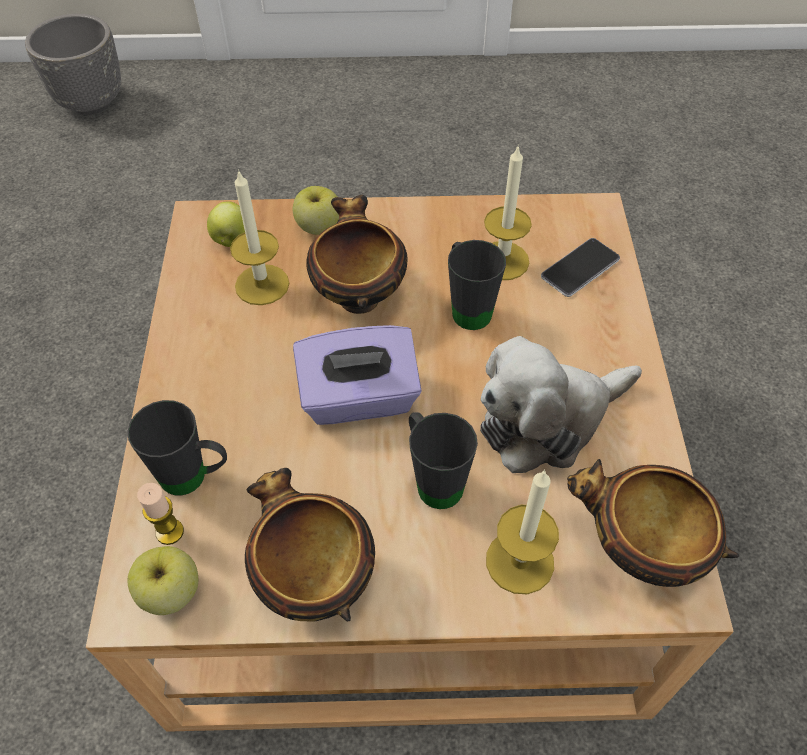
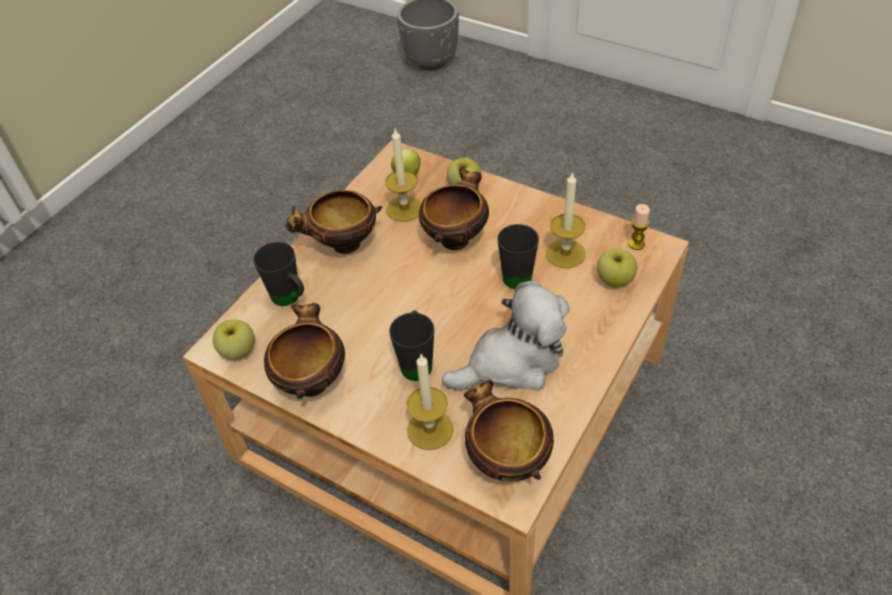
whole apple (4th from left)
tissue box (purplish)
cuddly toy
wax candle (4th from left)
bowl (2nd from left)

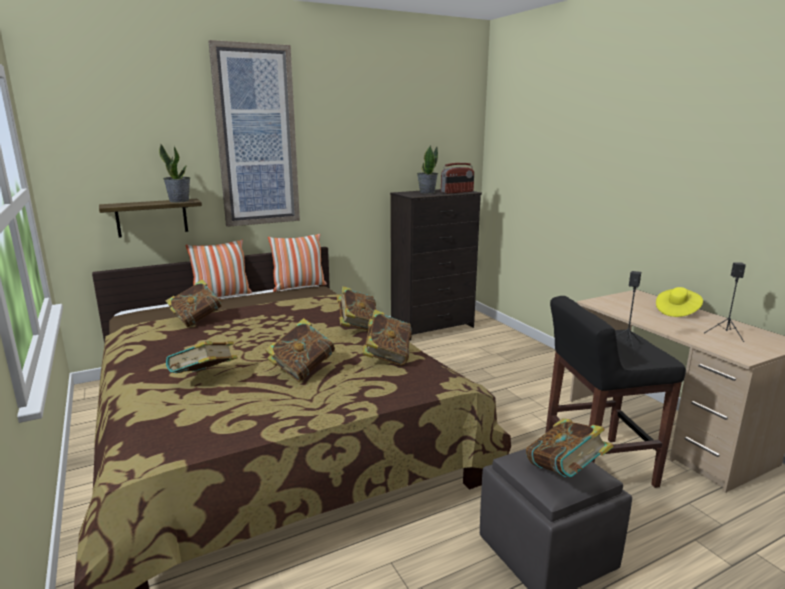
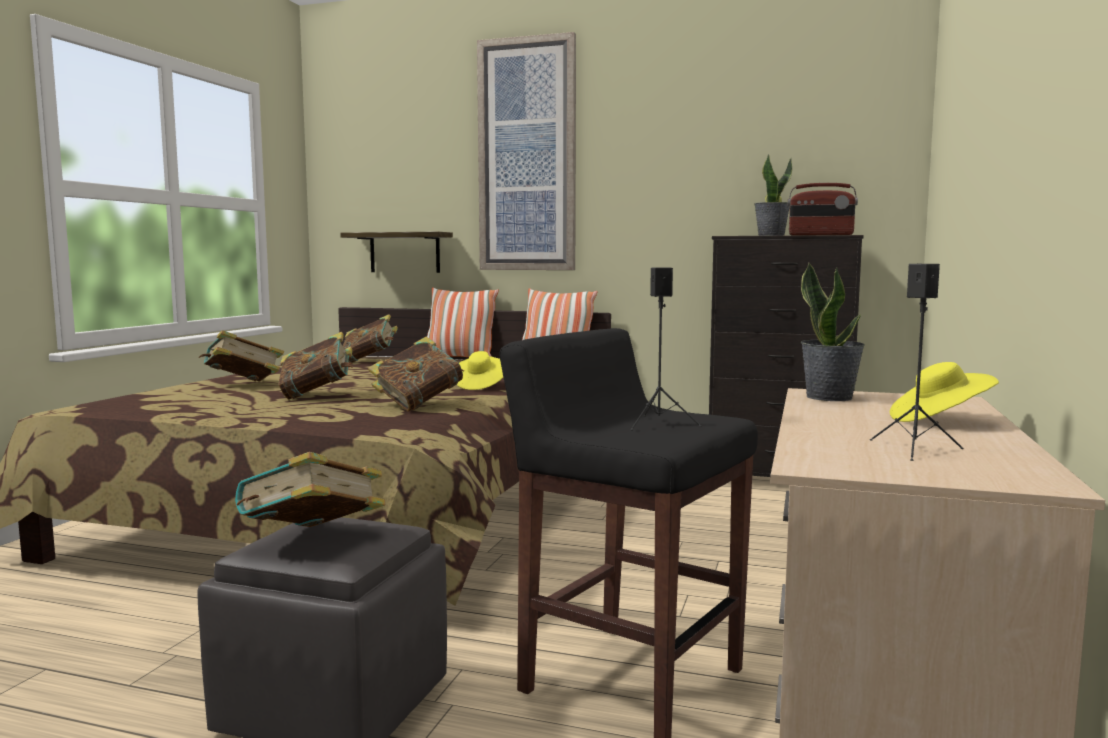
potted plant (2nd from left)
hat (yellow-coloured) (1st from left)

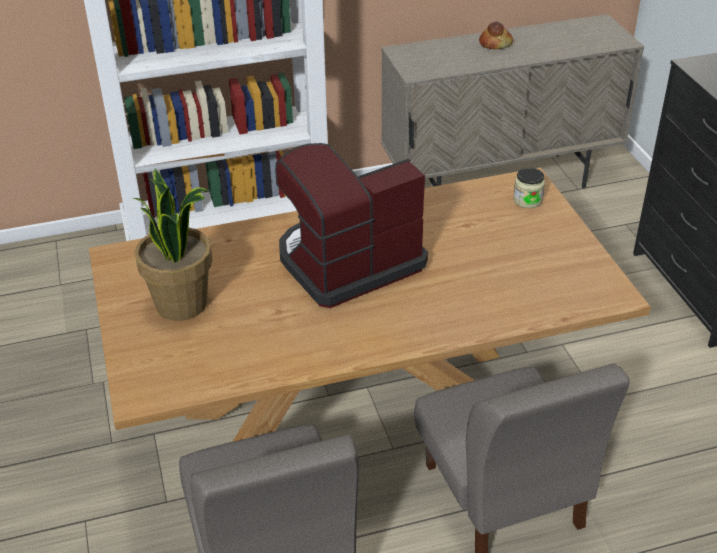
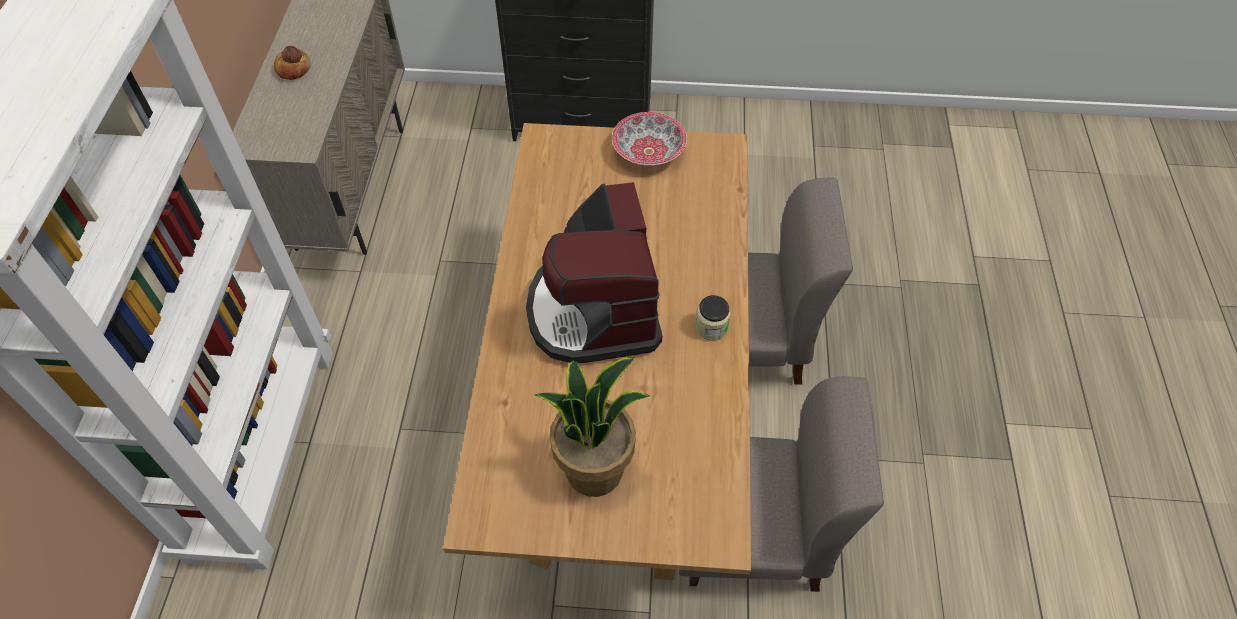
jar
bowl

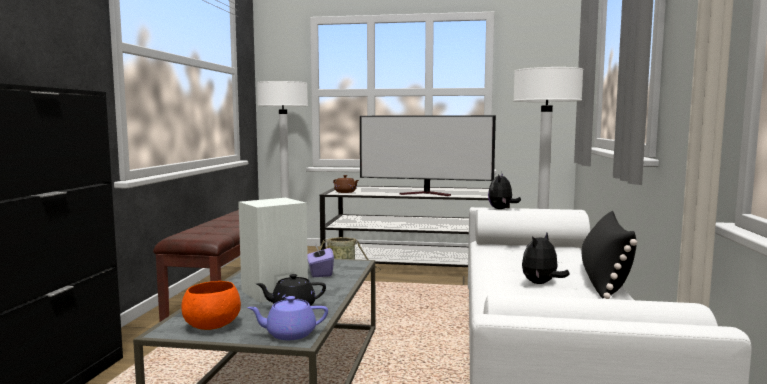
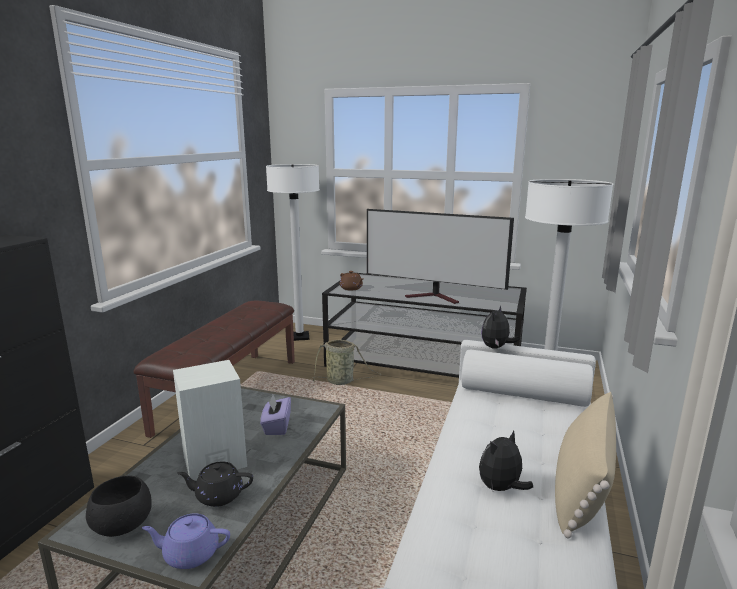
throw pillow (beige)
bowl (blackish)

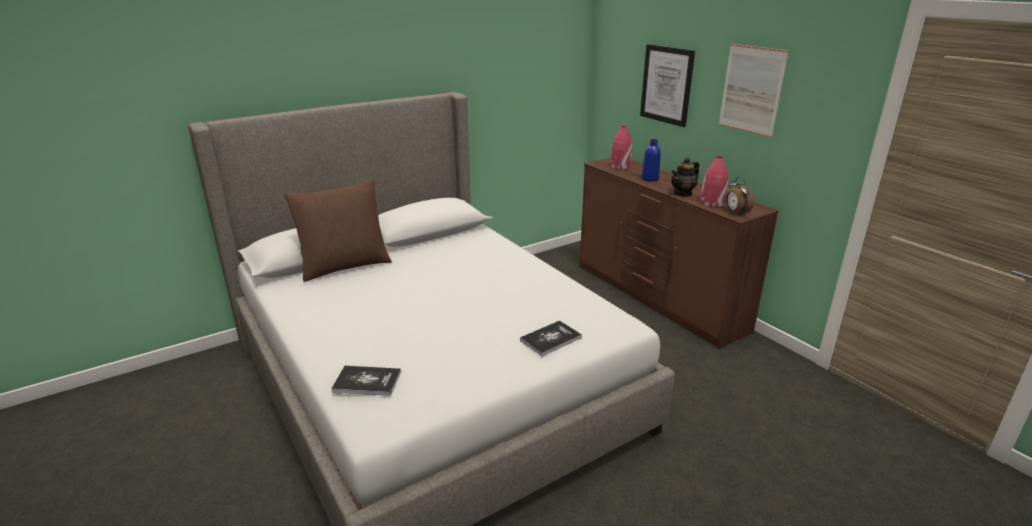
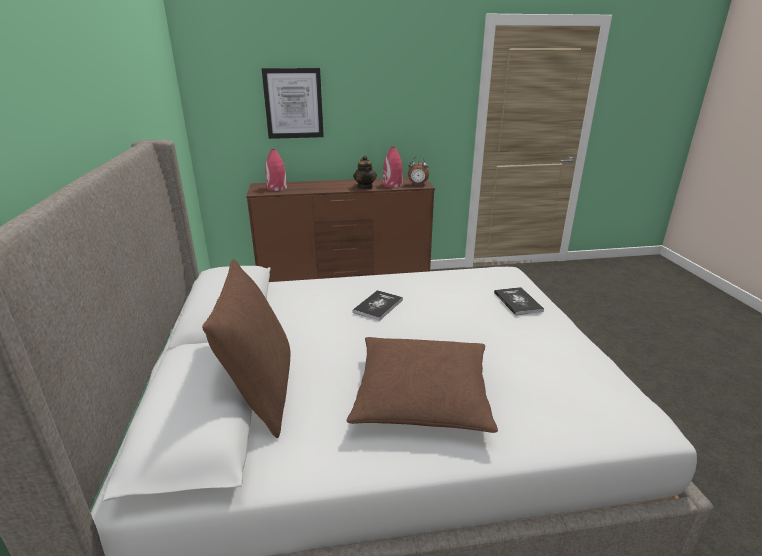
picture (2nd from left in the first image)
drink bottle (bluish)
volume (1st from left)
throw pillow (brownish) (2nd from left)

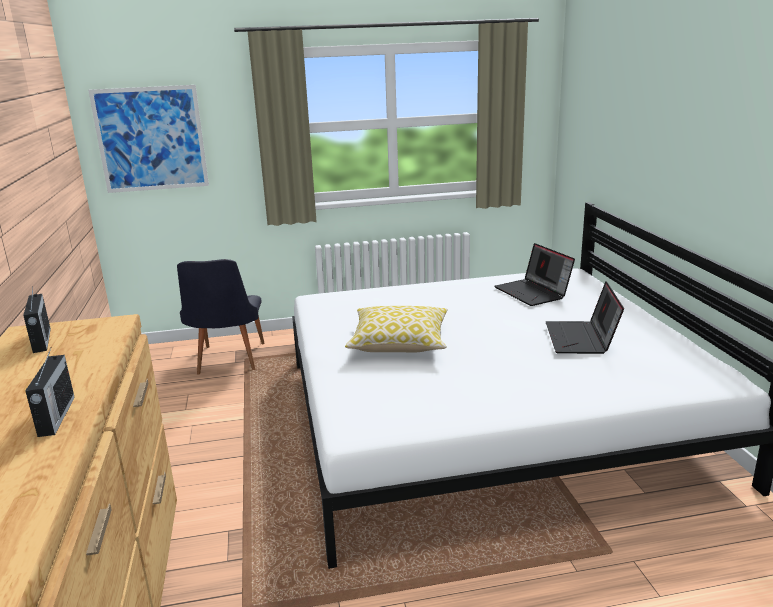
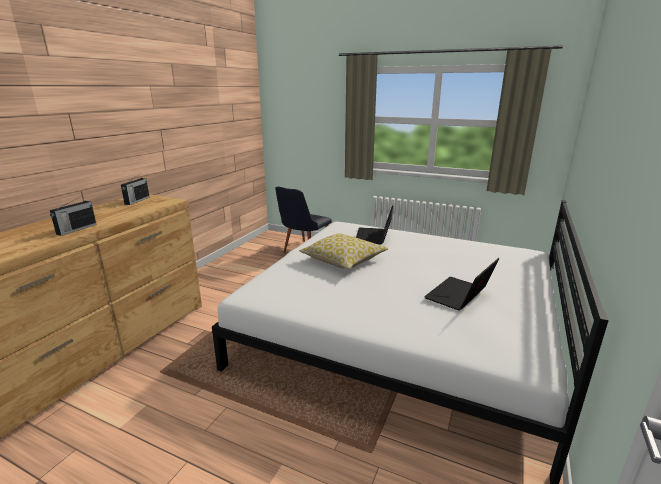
picture
laptop (1st from left)

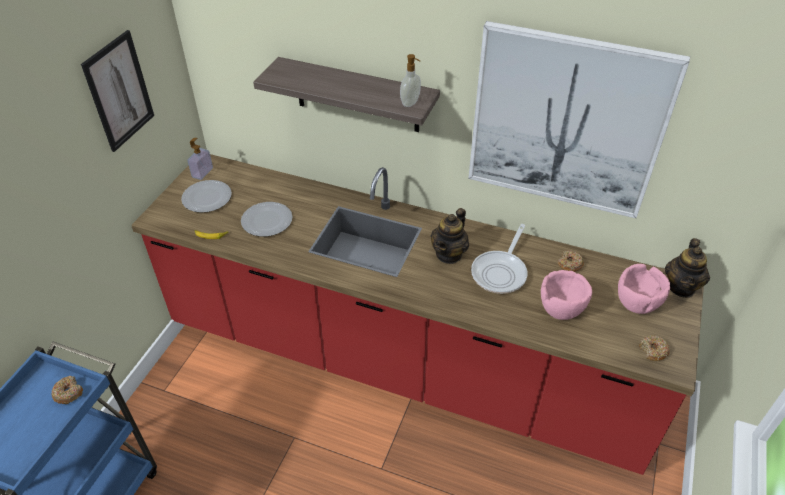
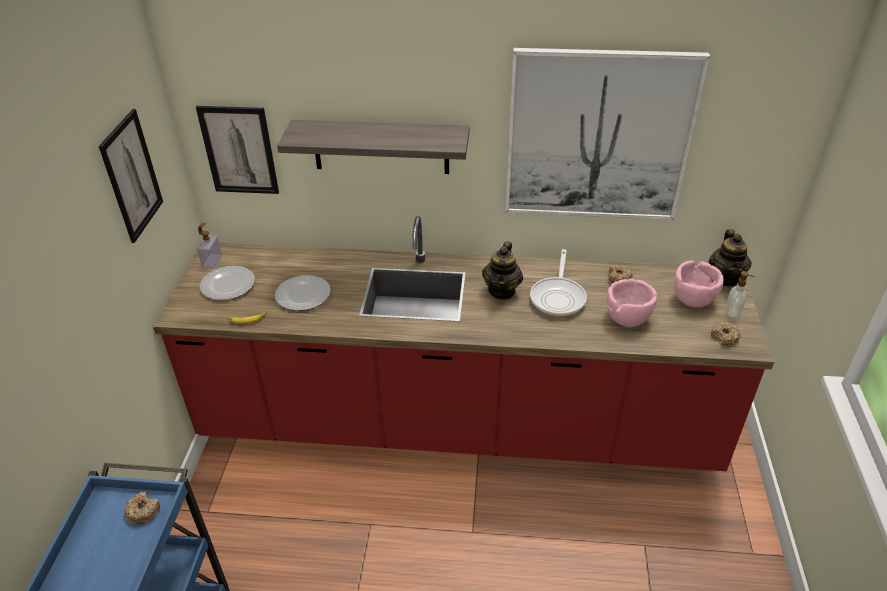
liquid soap bottle (2nd from left)
picture (2nd from left)

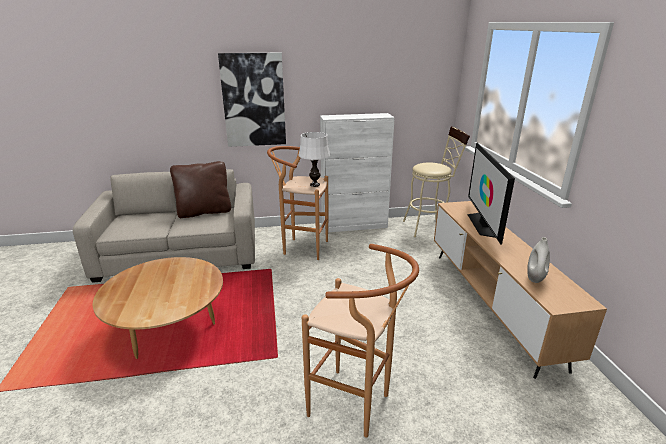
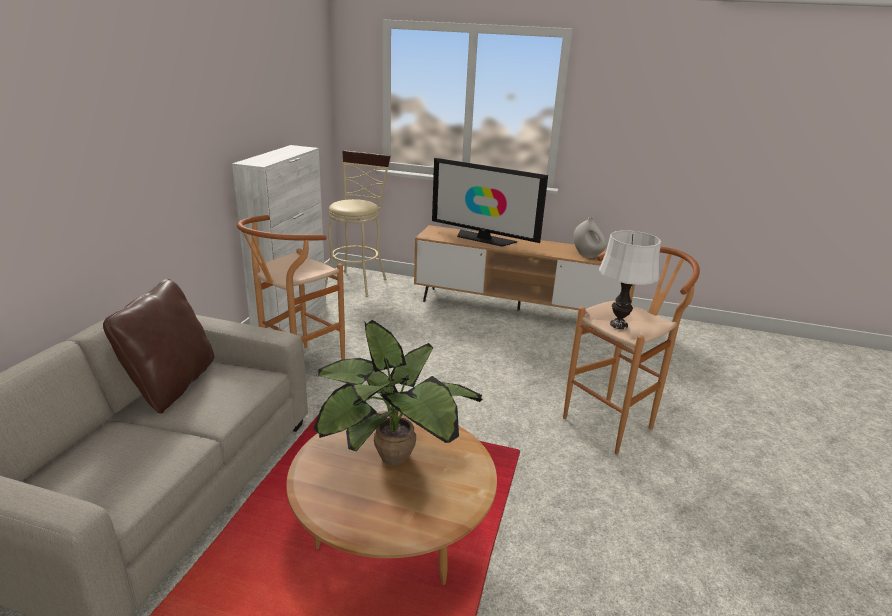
picture
tabletop lamp (whitish)
potted plant

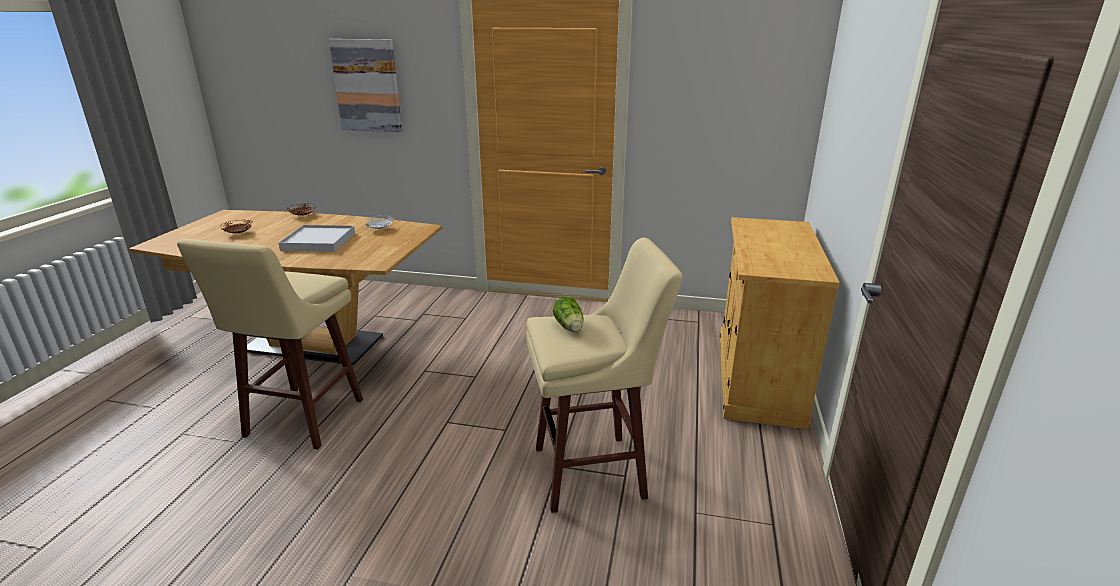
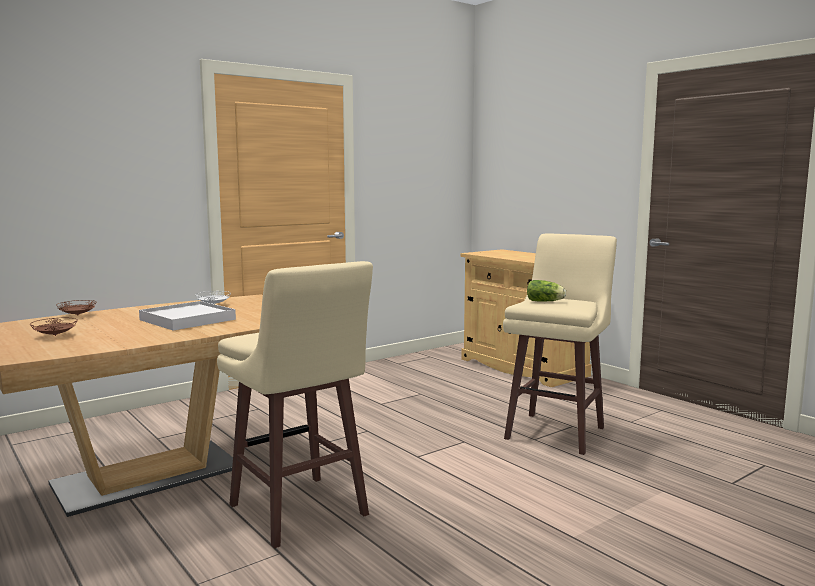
picture

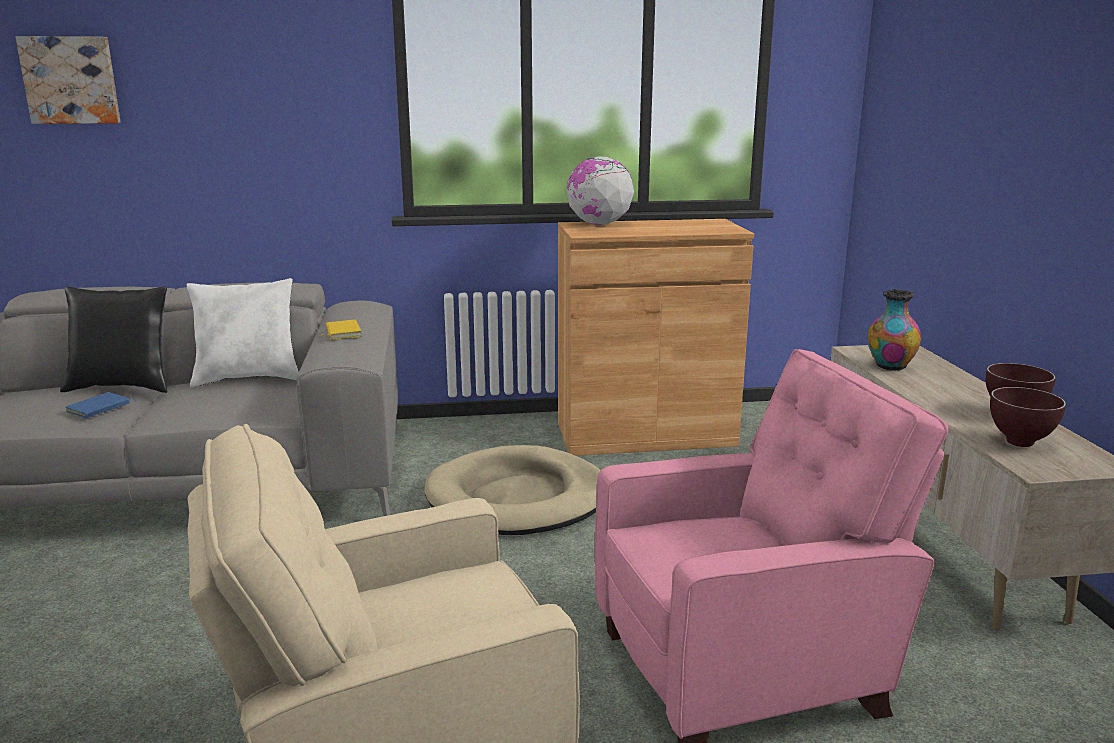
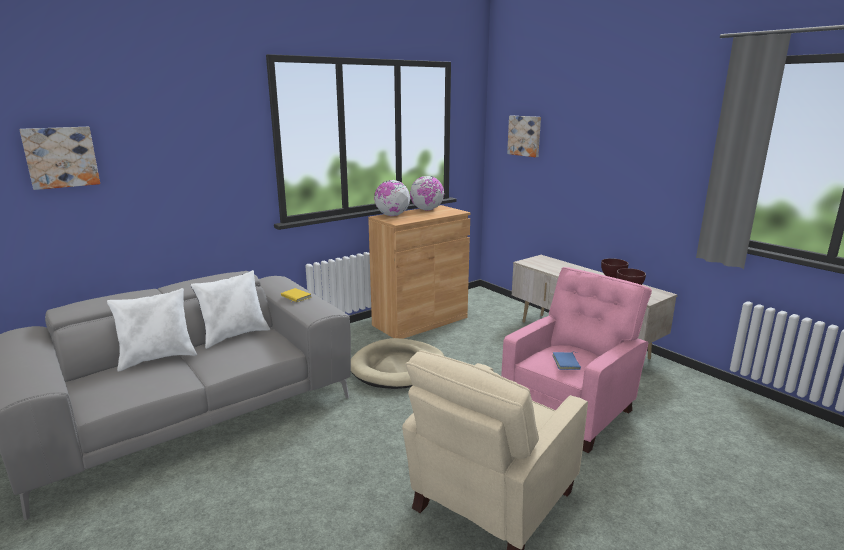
throw pillow (whitish) (1st from left)
vase
volume (bluish)
picture (2nd from left)
globe (2nd from left)

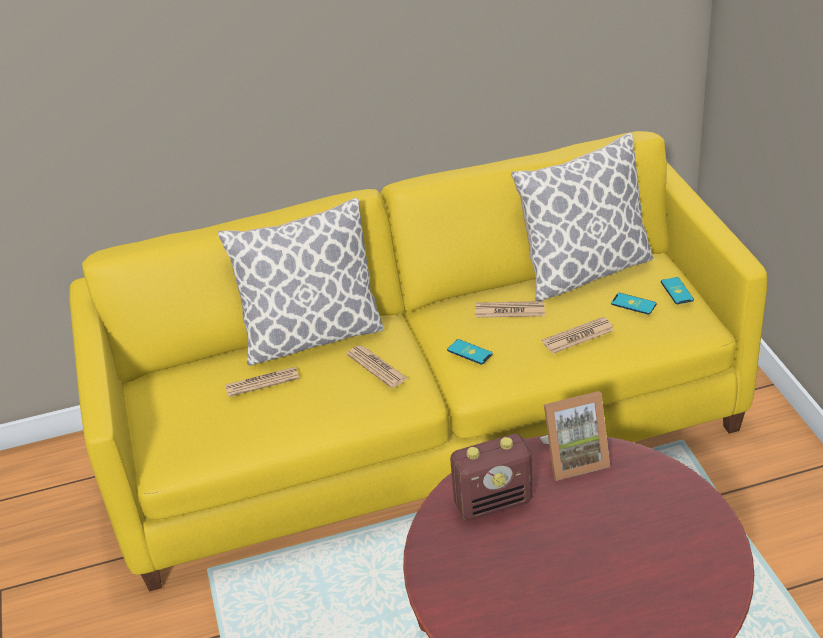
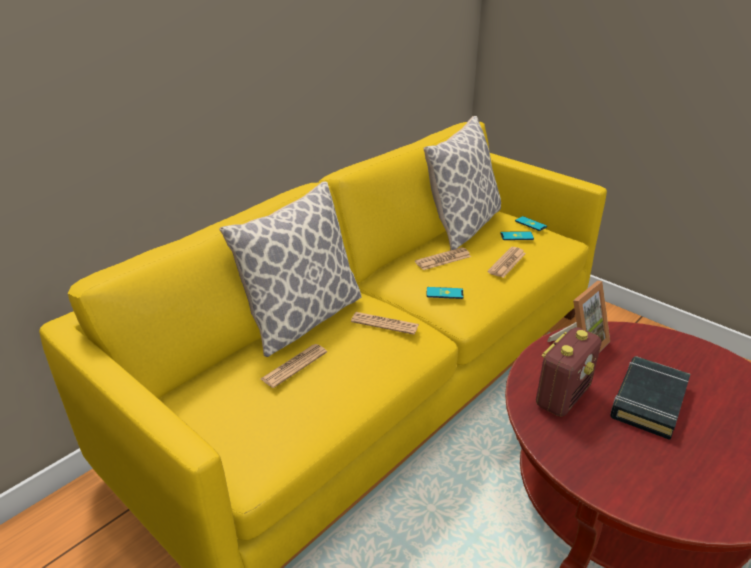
volume (blackish)

